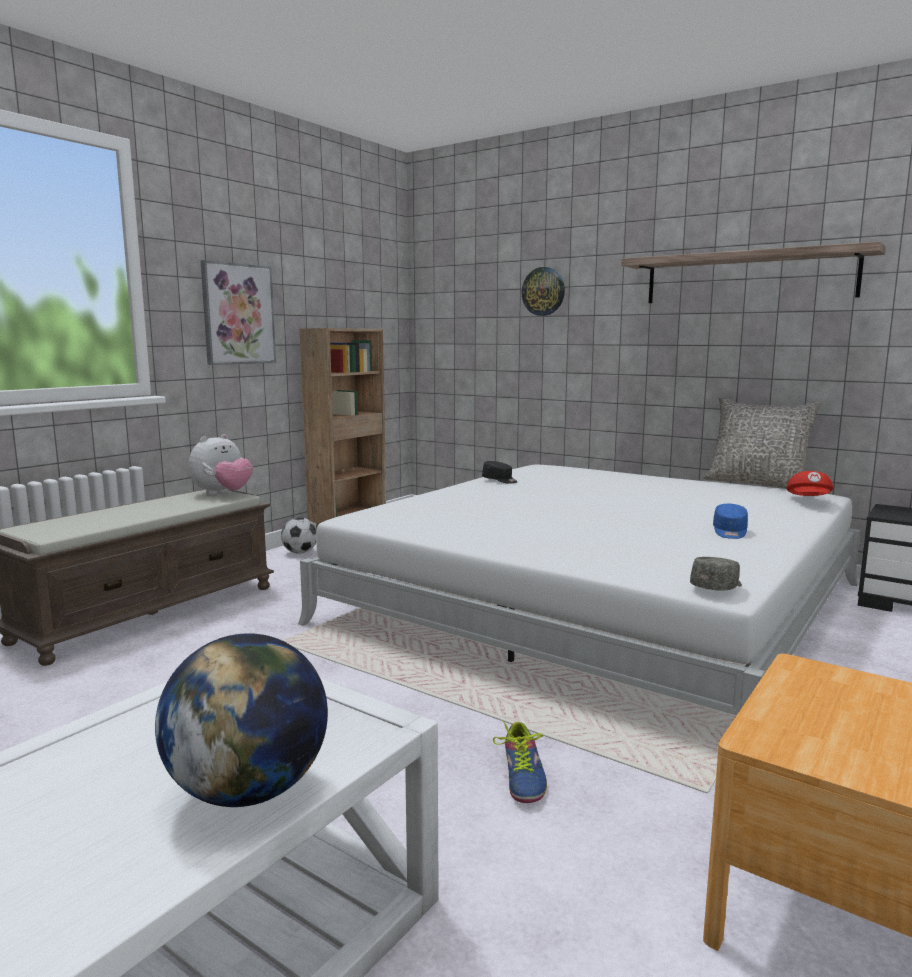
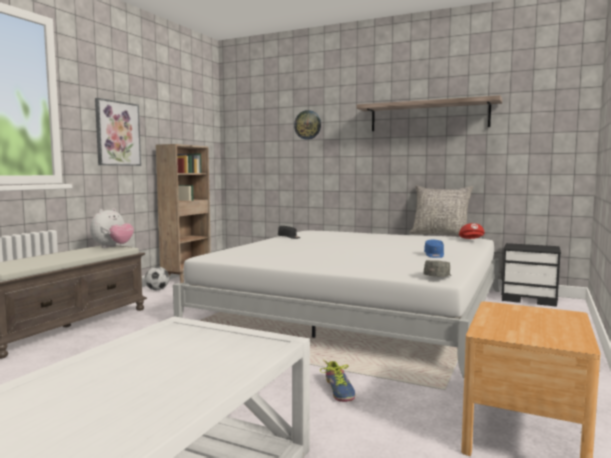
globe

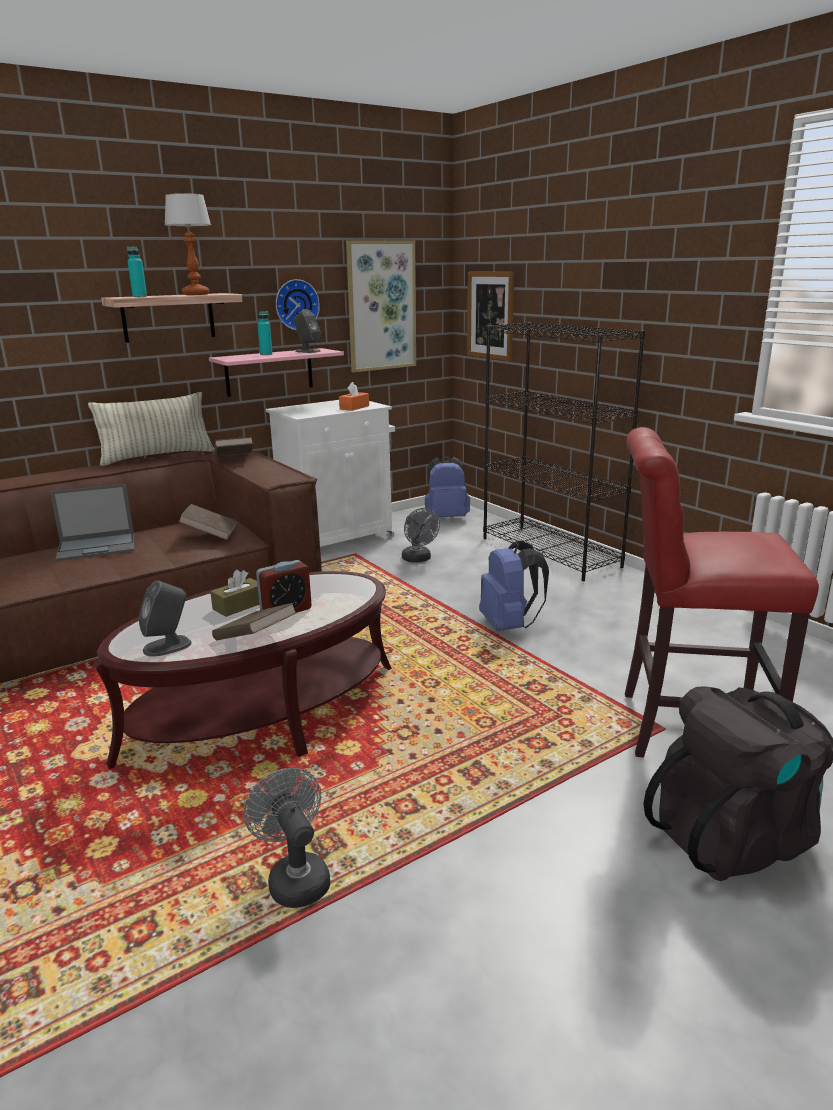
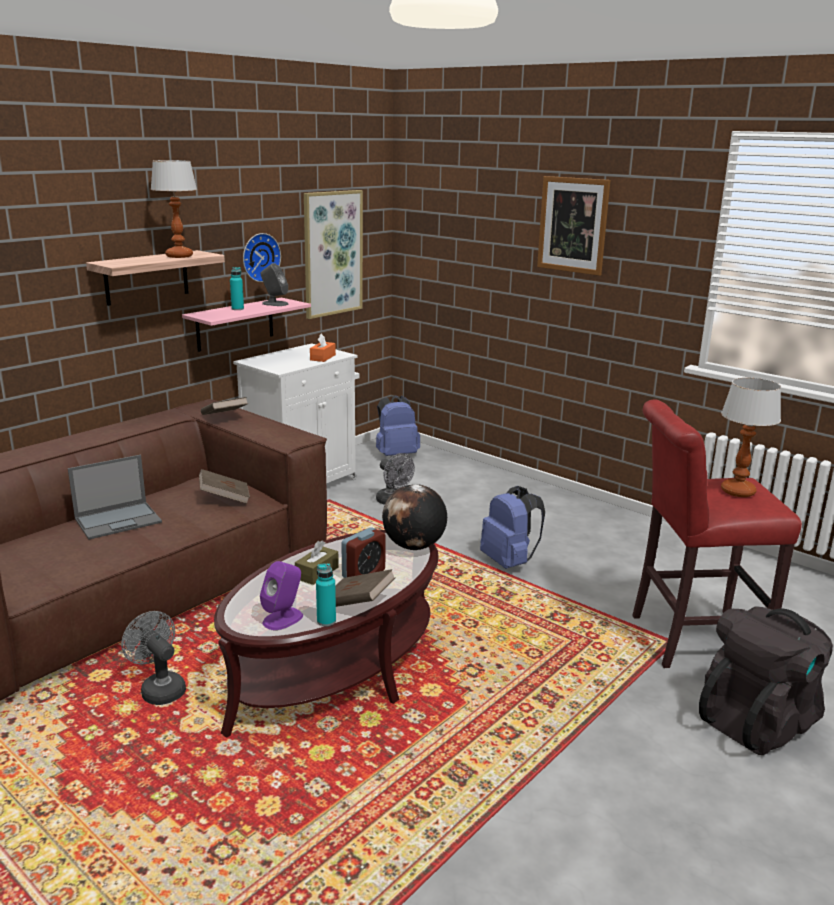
drink bottle (turquoise) (2nd from left)
picture (2nd from left)
bookshelf (blackish)
throw pillow
speaker (purplish)
cooling fan (greyish) (1st from left)
tabletop lamp (2nd from left)
globe

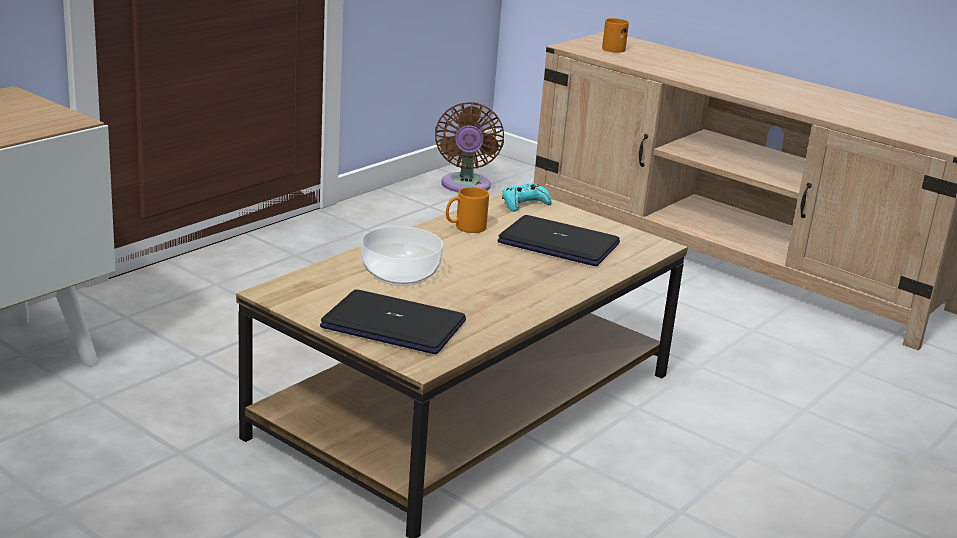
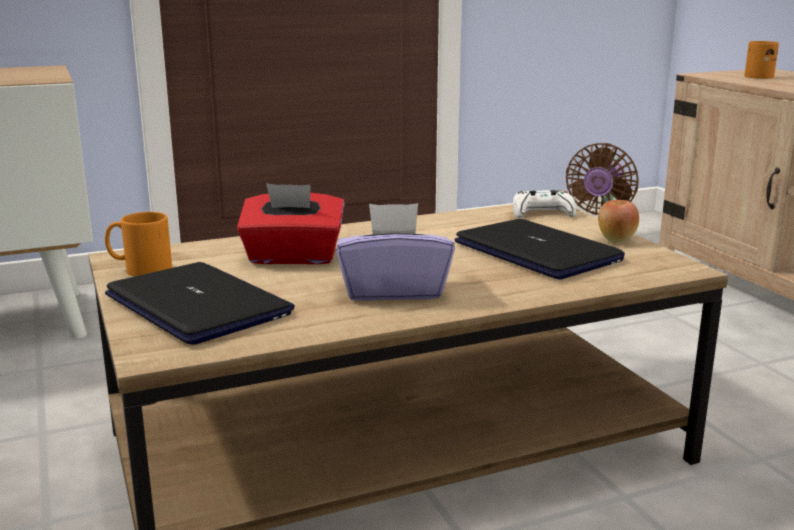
game controller (whitish)
mug (orangey) (1st from left)
tissue box (reddish)
whole apple
tissue box (purplish)

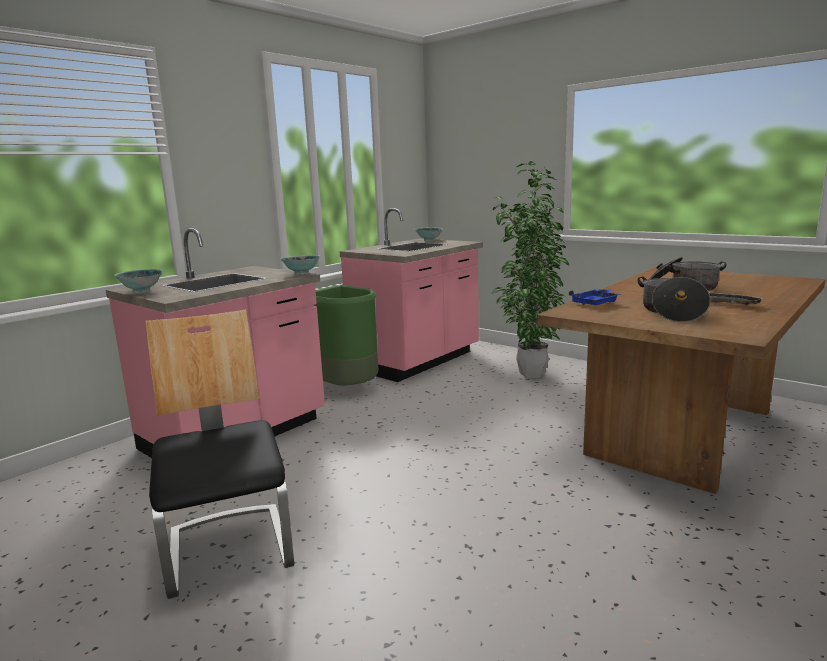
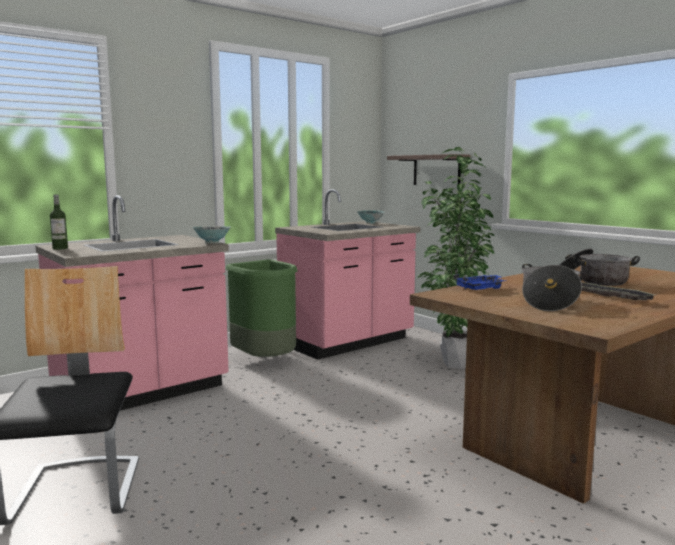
drink bottle
wall shelf

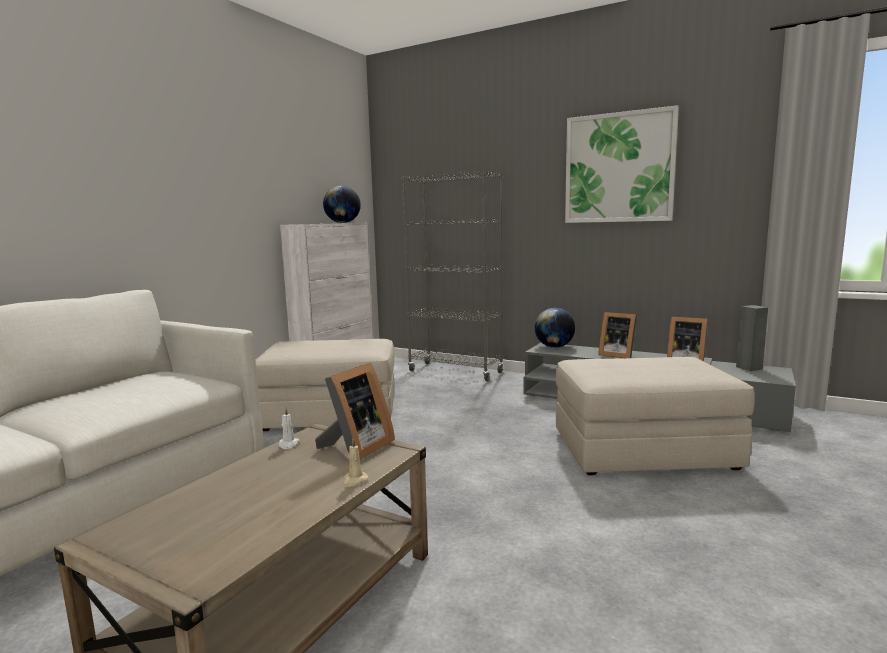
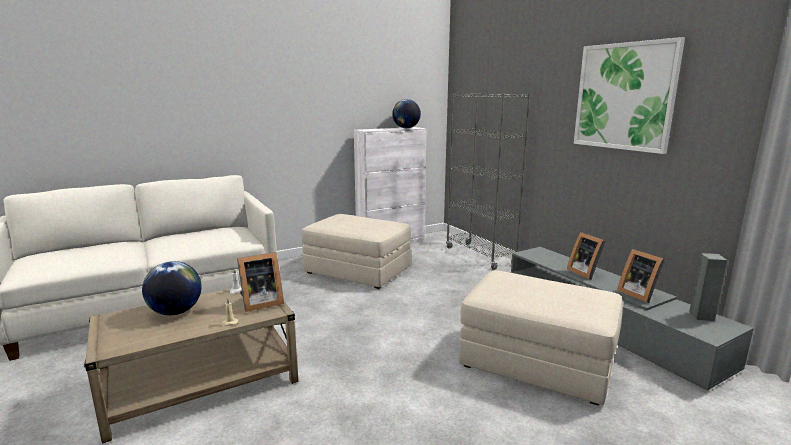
globe (1st from left)

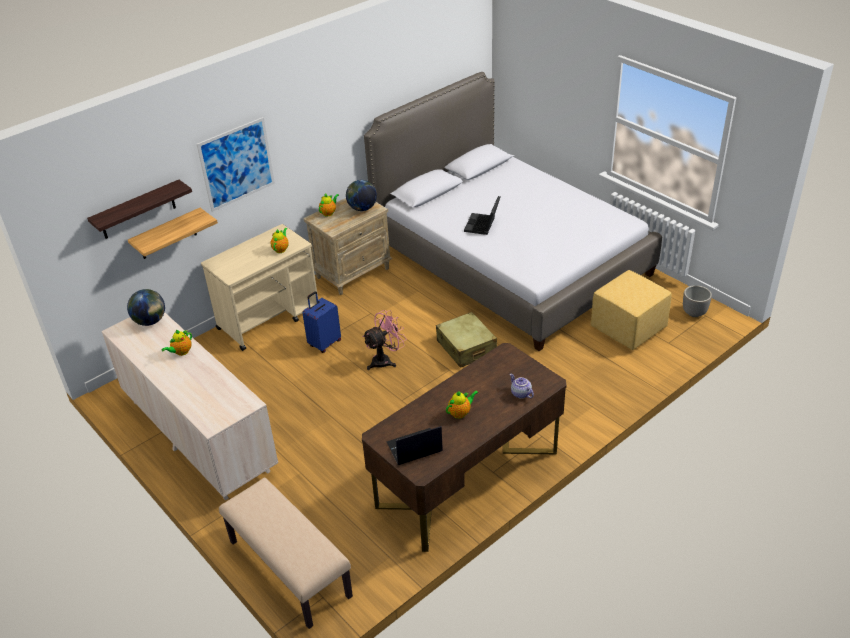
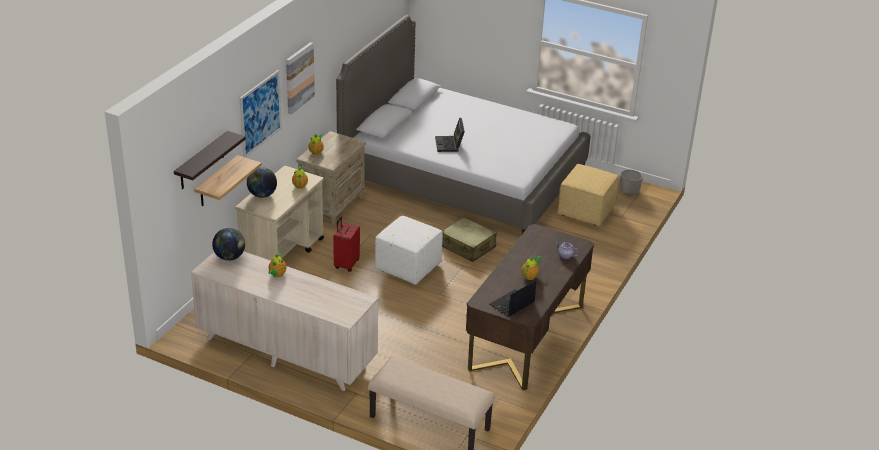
globe (2nd from left)
suitcase (reddish)
pouffe (whitish)
picture (2nd from left)

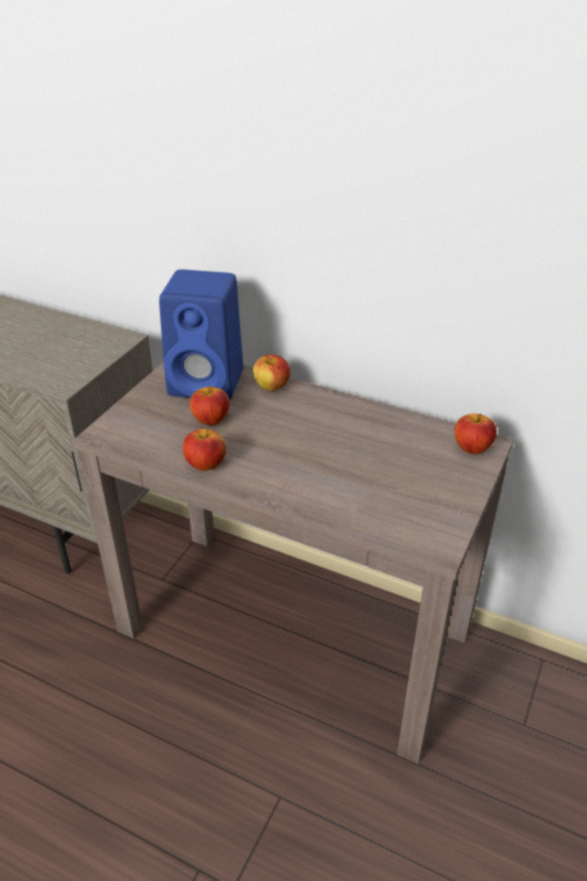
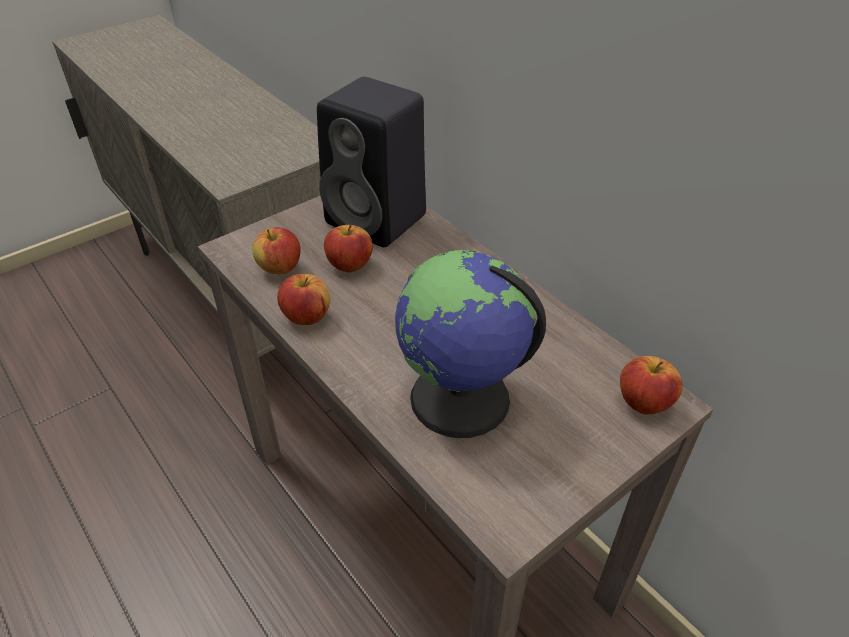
speaker (blackish)
whole apple (1st from left)
globe

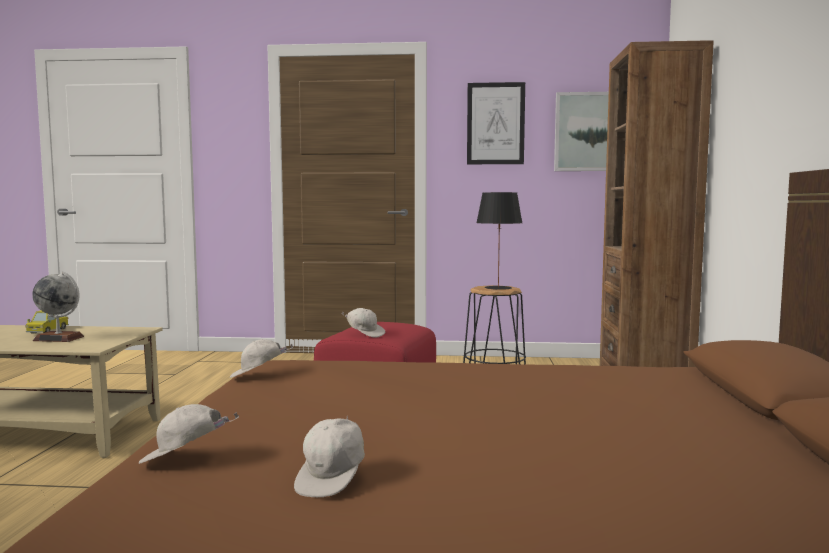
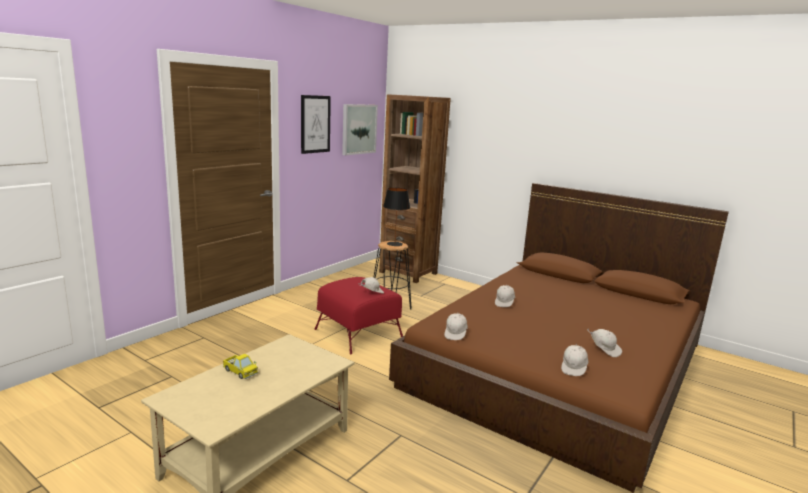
globe
baseball cap (whitish) (3rd from left)

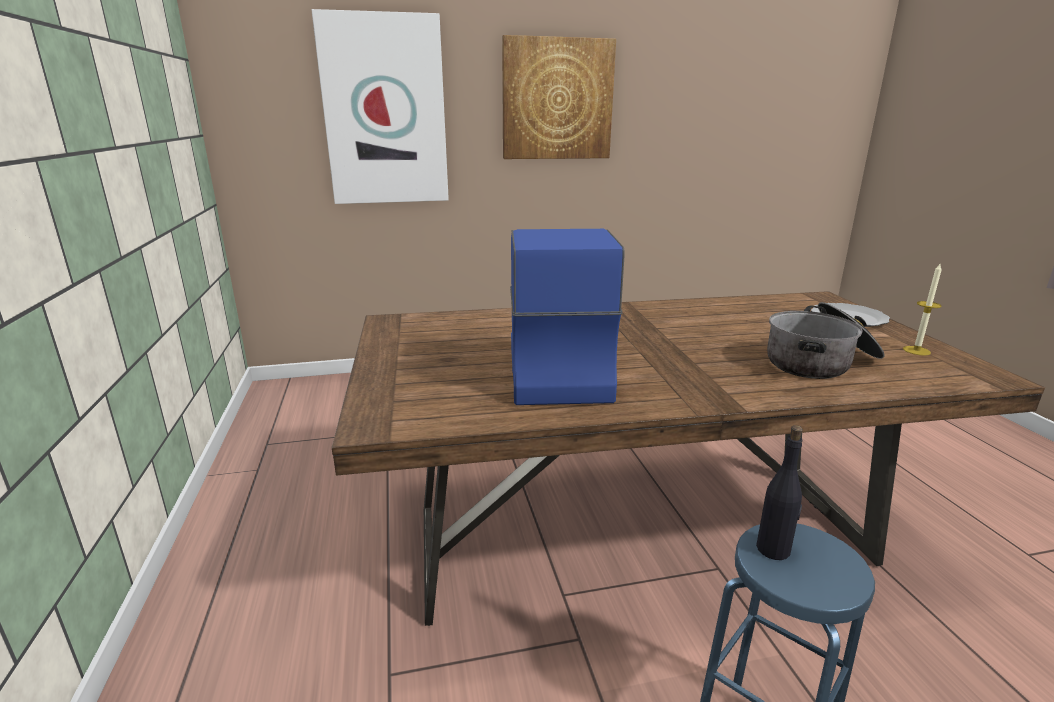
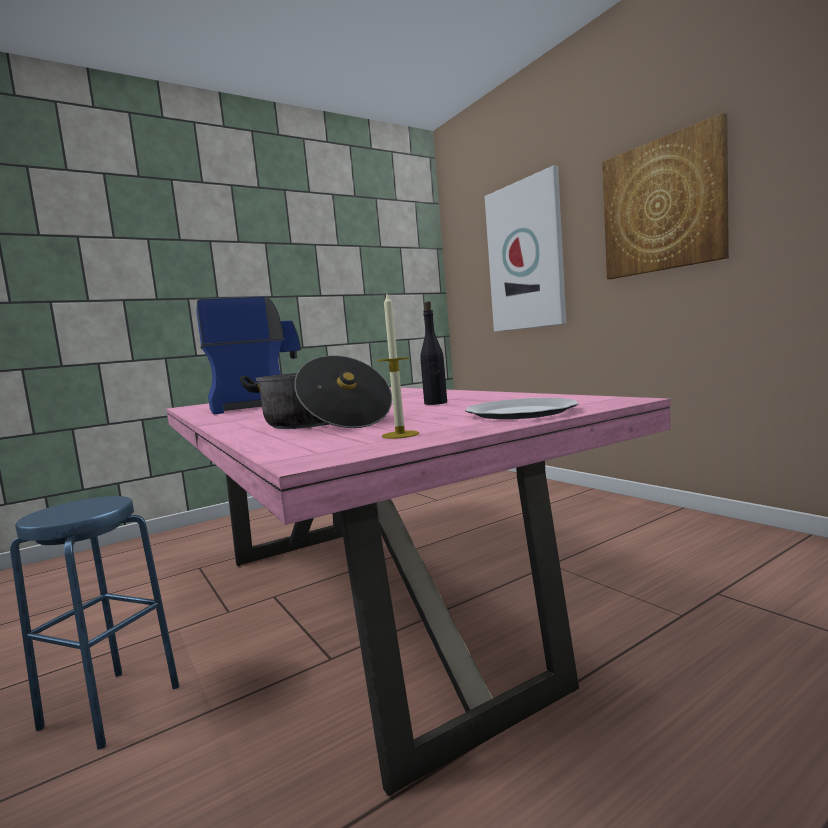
dining table (pink)
drink bottle (blackish)

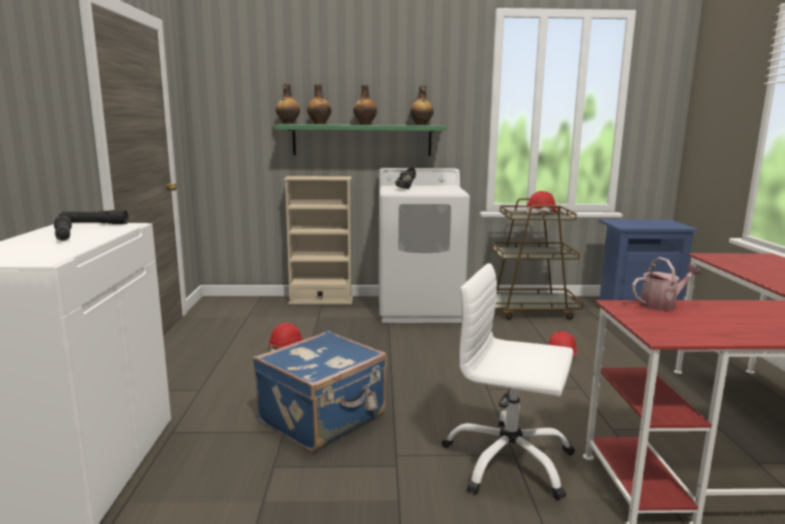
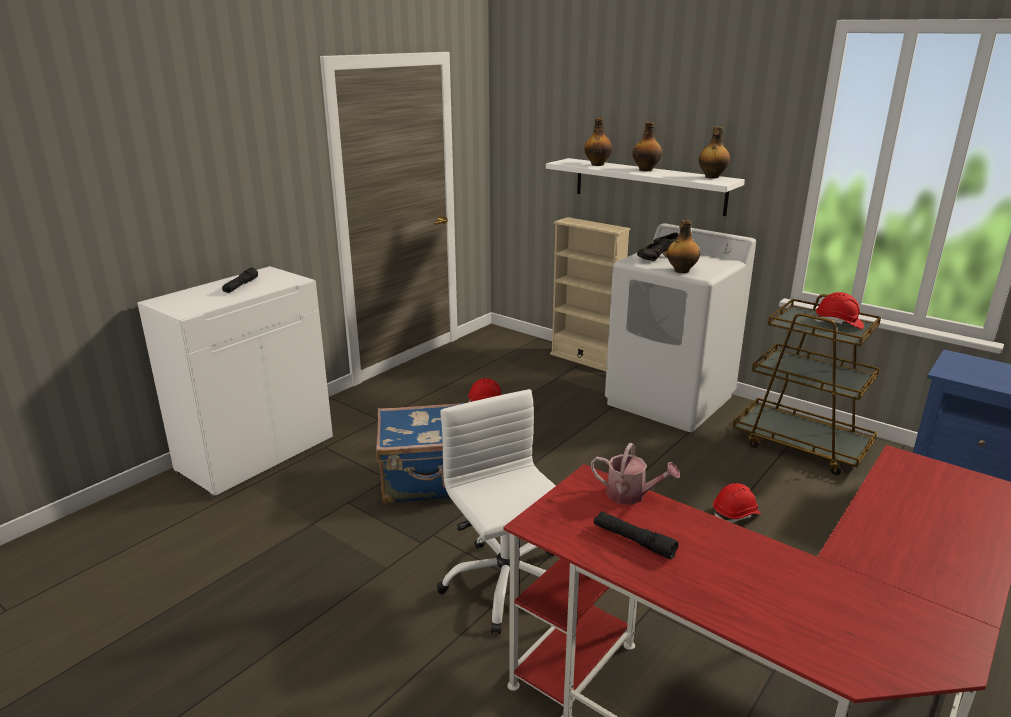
drink bottle (3rd from left)
wall shelf (whitish)
torch (blackish) (2nd from left)

